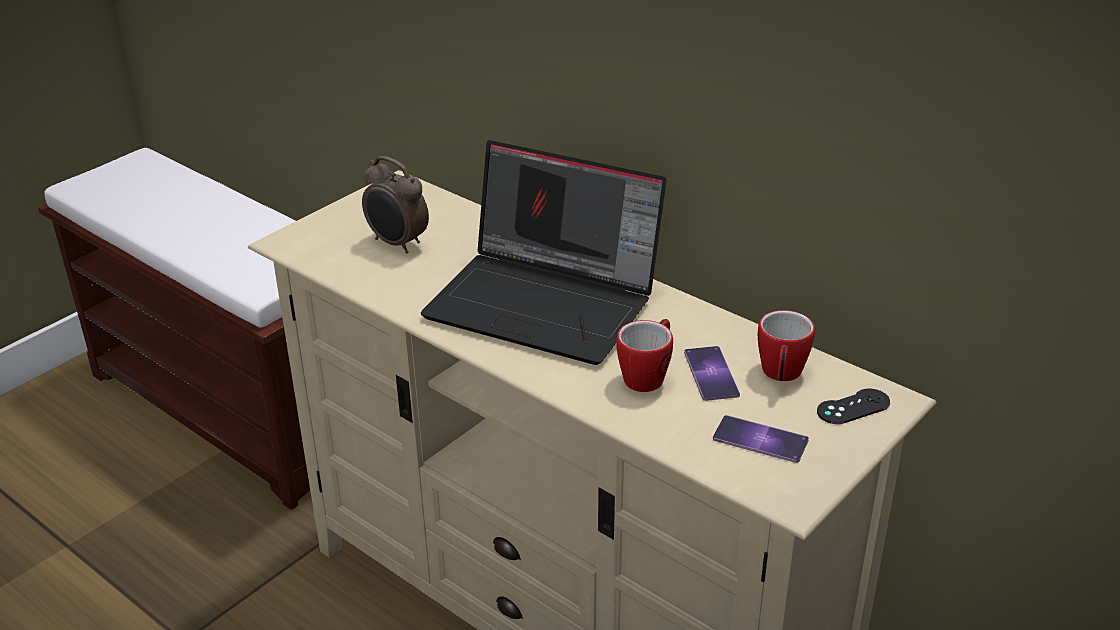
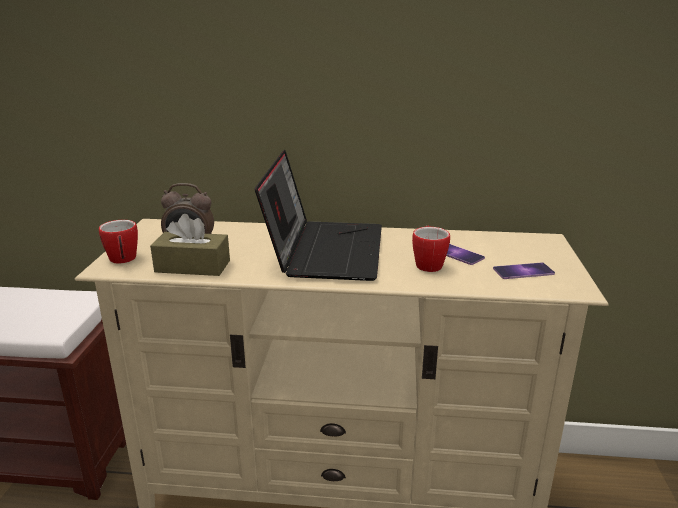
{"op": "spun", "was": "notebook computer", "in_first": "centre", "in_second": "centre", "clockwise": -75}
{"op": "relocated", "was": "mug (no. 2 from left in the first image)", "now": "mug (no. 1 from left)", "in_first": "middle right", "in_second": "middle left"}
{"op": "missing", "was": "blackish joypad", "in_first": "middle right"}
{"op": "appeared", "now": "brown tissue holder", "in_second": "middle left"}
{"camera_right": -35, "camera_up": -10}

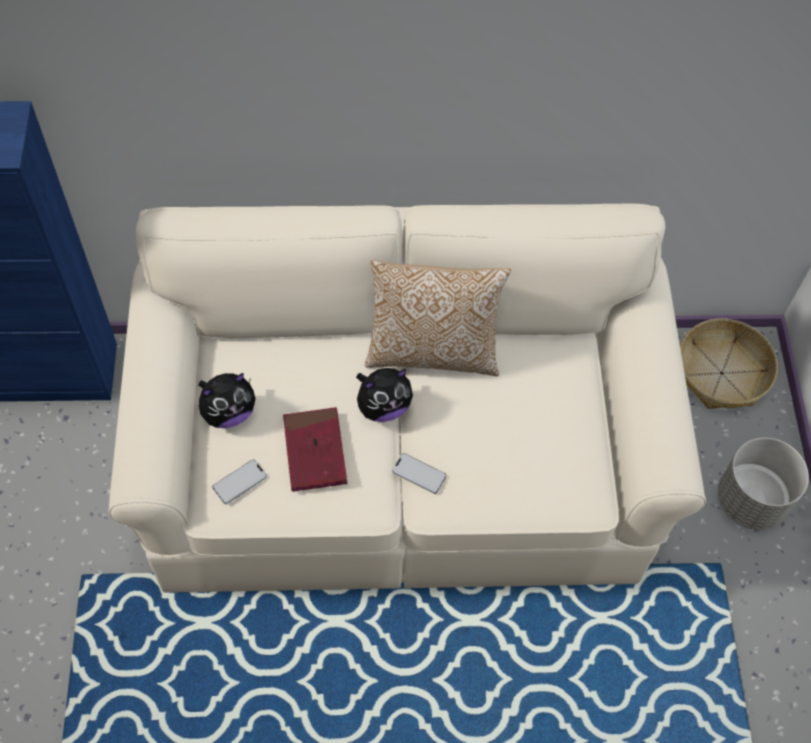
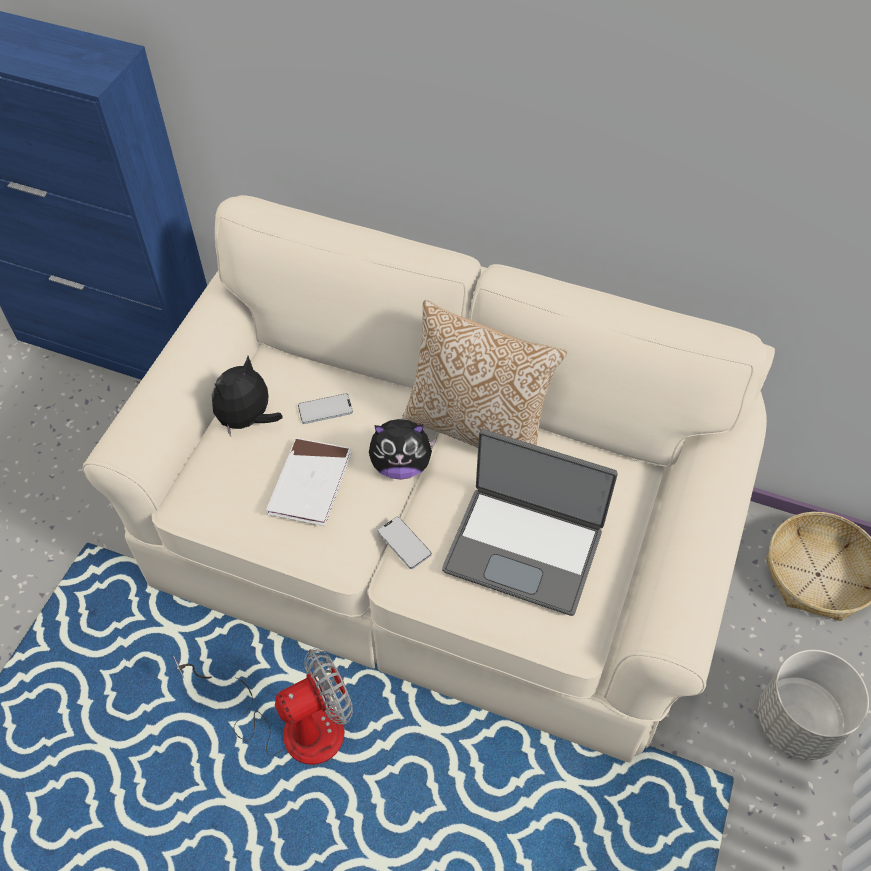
{"op": "spun", "was": "soft toy (no. 1 from left)", "in_first": "middle left", "in_second": "middle left", "clockwise": 135}
{"op": "colour", "was": "red-coloured bound book", "now": "white bound book", "in_first": "centre", "in_second": "centre"}
{"op": "relocated", "was": "phone (no. 1 from left)", "in_first": "middle left", "in_second": "centre"}
{"op": "appeared", "now": "notebook computer", "in_second": "centre"}
{"op": "appeared", "now": "cooling fan", "in_second": "bottom left"}
{"camera_right": 25, "camera_up": -5}

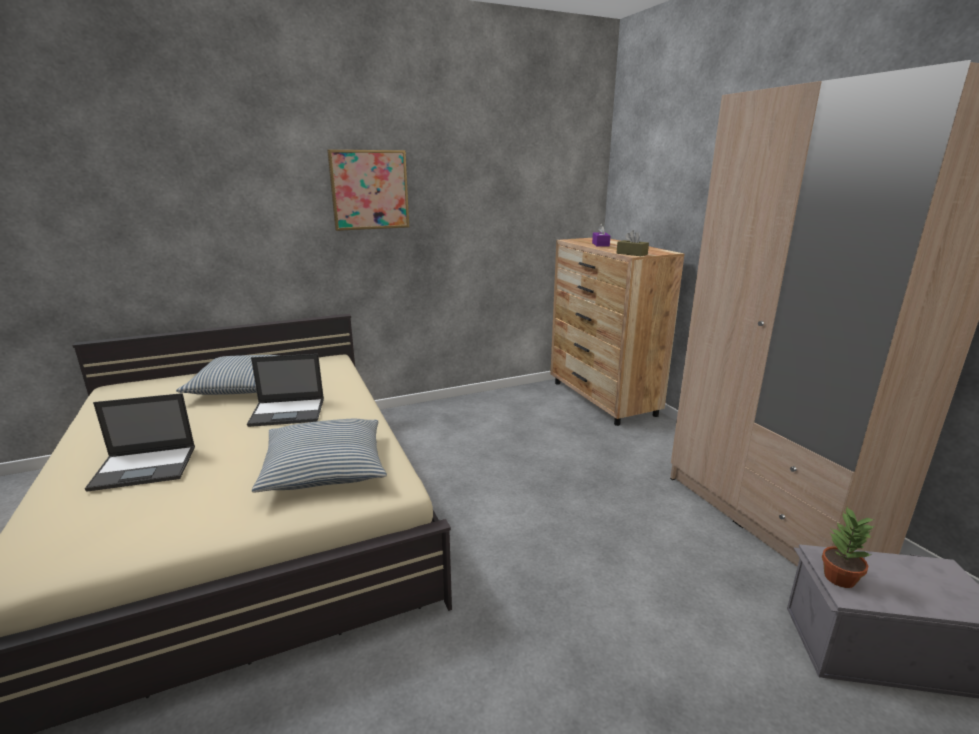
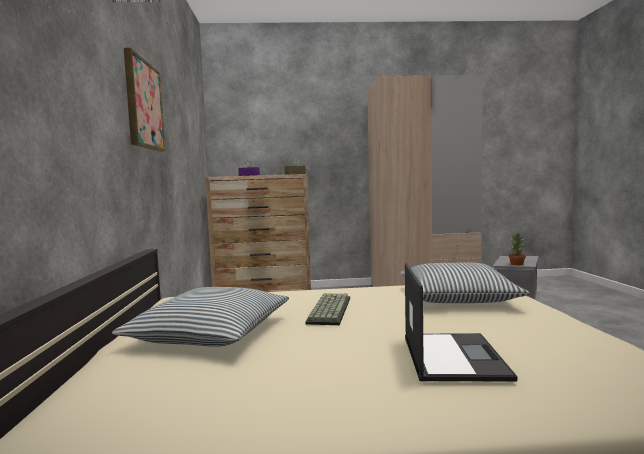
{"op": "exchanged", "was": "notebook computer (no. 2 from left)", "now": "keyboard", "in_first": "middle left", "in_second": "bottom centre"}
{"camera_right": -70, "camera_up": -15}

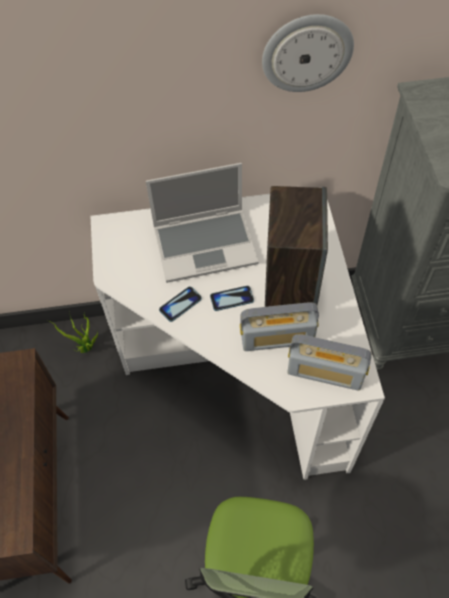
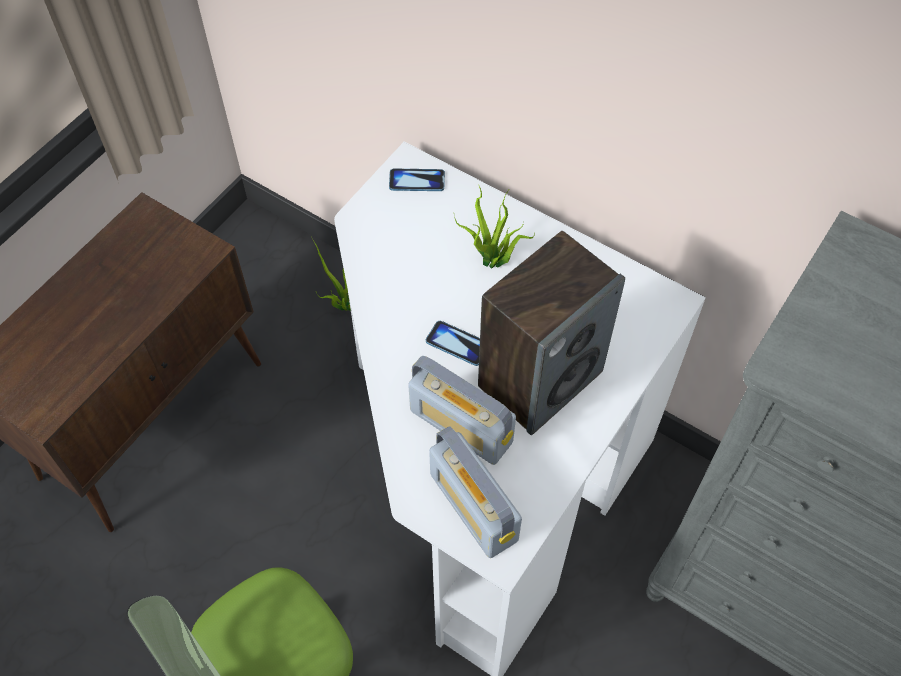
{"op": "missing", "was": "hanging clock", "in_first": "top right"}
{"op": "exchanged", "was": "notebook computer", "now": "houseplant (no. 2 from left)", "in_first": "centre", "in_second": "centre"}
{"op": "relocated", "was": "phone (no. 1 from left)", "in_first": "centre", "in_second": "top centre"}
{"camera_right": 40, "camera_up": 0}

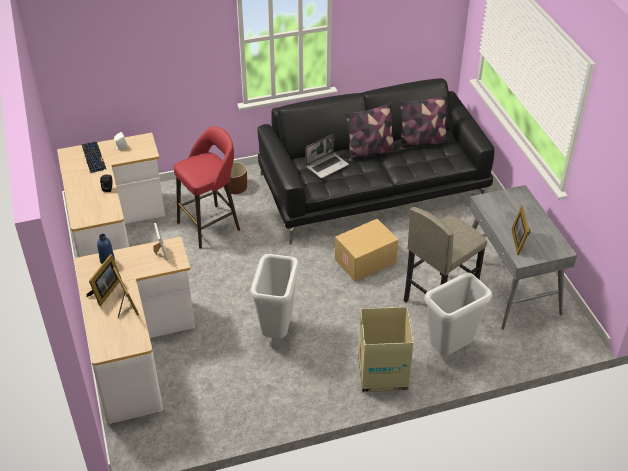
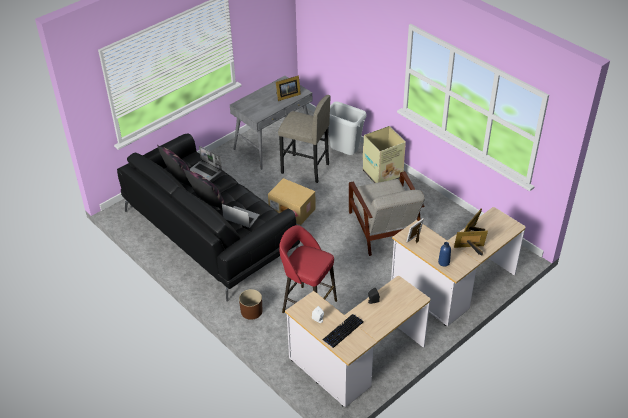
{"op": "exchanged", "was": "greyish trash can (no. 1 from left)", "now": "greyish easy chair", "in_first": "centre", "in_second": "centre"}
{"op": "appeared", "now": "notebook computer (no. 1 from left)", "in_second": "middle left"}
{"camera_right": -115, "camera_up": 0}

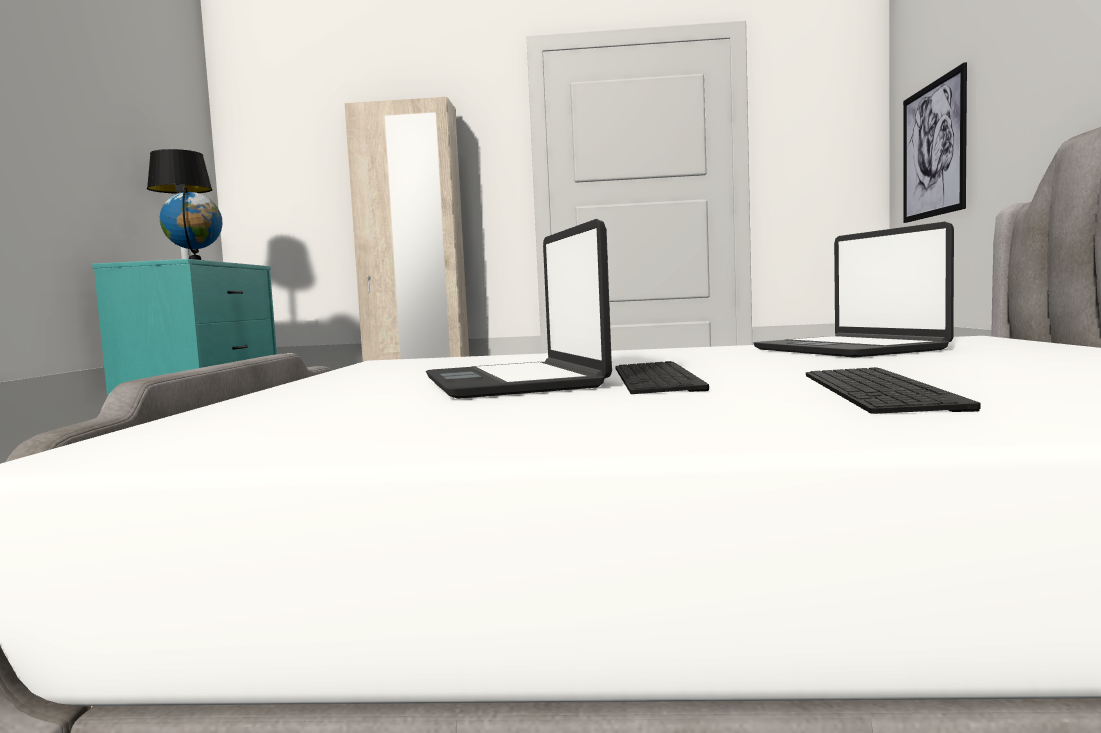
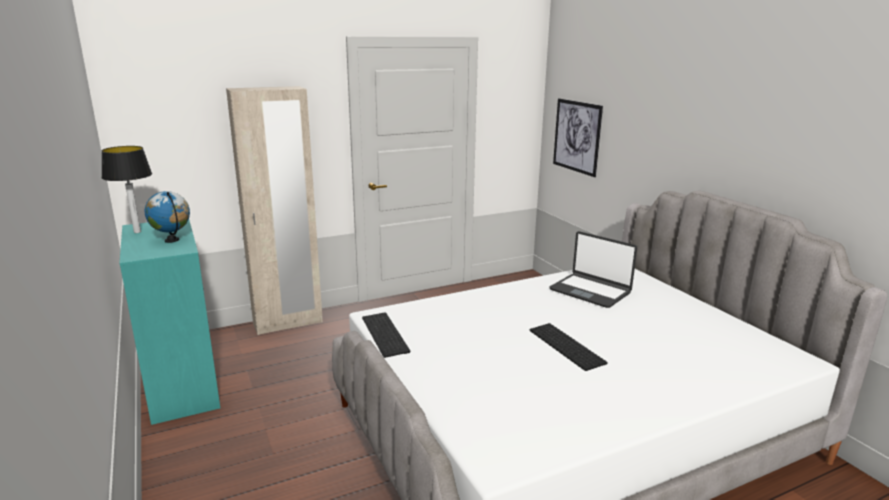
{"op": "missing", "was": "notebook computer (no. 1 from left)", "in_first": "centre"}
{"op": "relocated", "was": "keyboard (no. 2 from left in the first image)", "now": "keyboard (no. 1 from left)", "in_first": "middle right", "in_second": "bottom centre"}
{"camera_right": -30, "camera_up": 15}

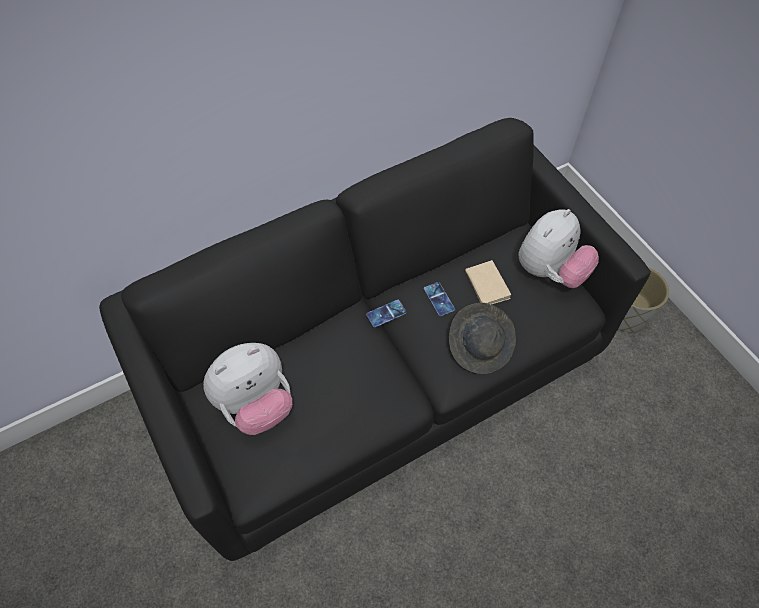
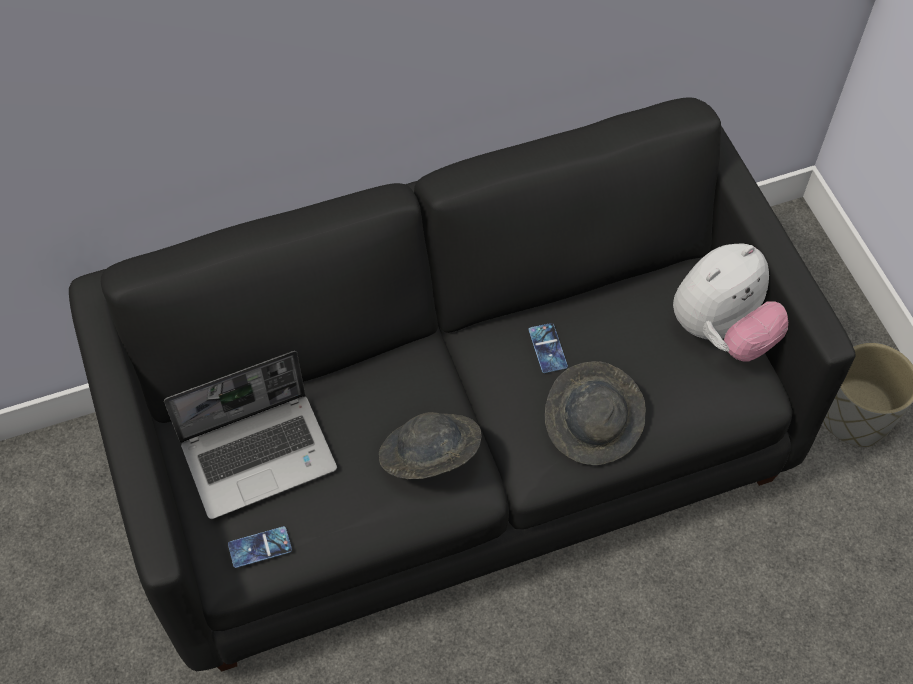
{"op": "missing", "was": "beige bound book", "in_first": "centre"}
{"op": "relocated", "was": "phone (no. 1 from left)", "in_first": "centre", "in_second": "bottom left"}
{"op": "exchanged", "was": "soft toy (no. 1 from left)", "now": "notebook computer", "in_first": "middle left", "in_second": "middle left"}
{"op": "appeared", "now": "greyish hat (no. 1 from left)", "in_second": "centre"}
{"camera_right": 10, "camera_up": 0}

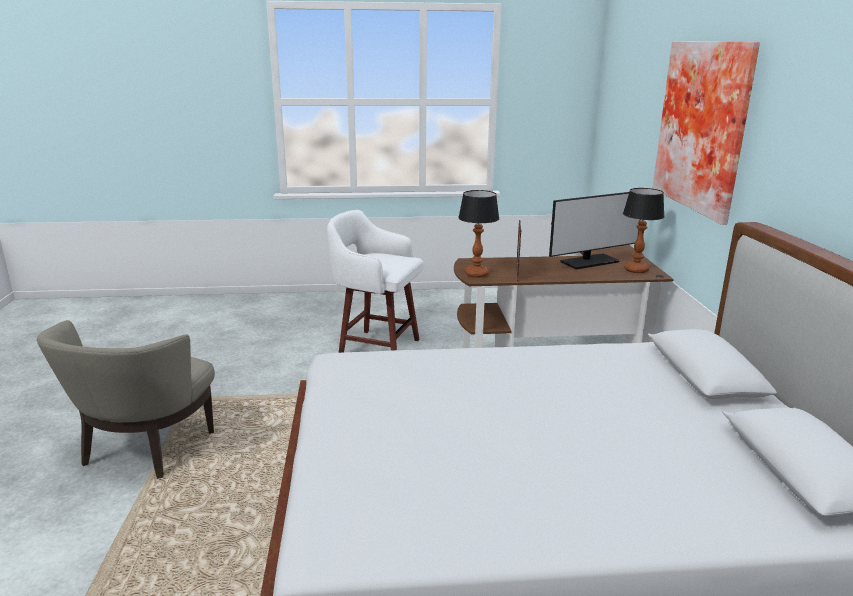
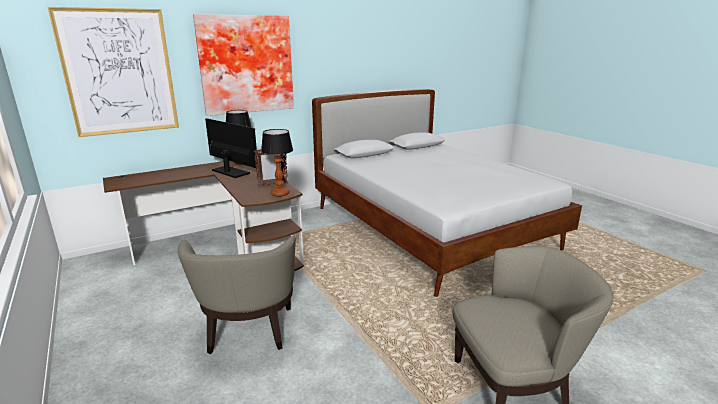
{"op": "exchanged", "was": "white stool seat", "now": "beige easy chair (no. 1 from left)", "in_first": "centre", "in_second": "bottom left"}
{"op": "appeared", "now": "wall art (no. 1 from left)", "in_second": "top left"}
{"camera_right": -115, "camera_up": 0}

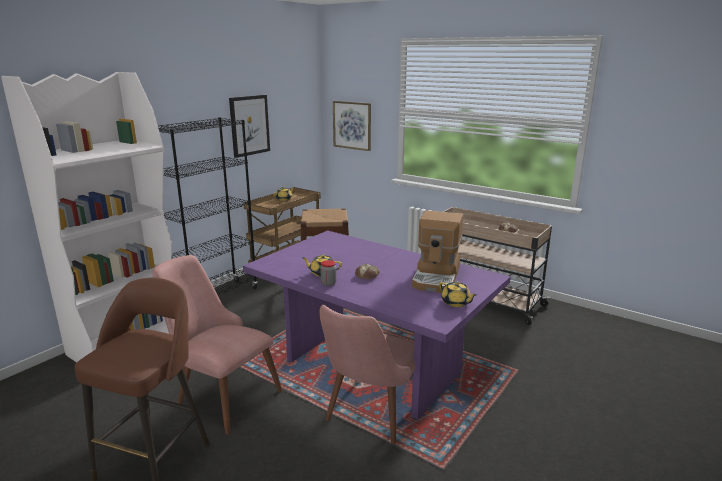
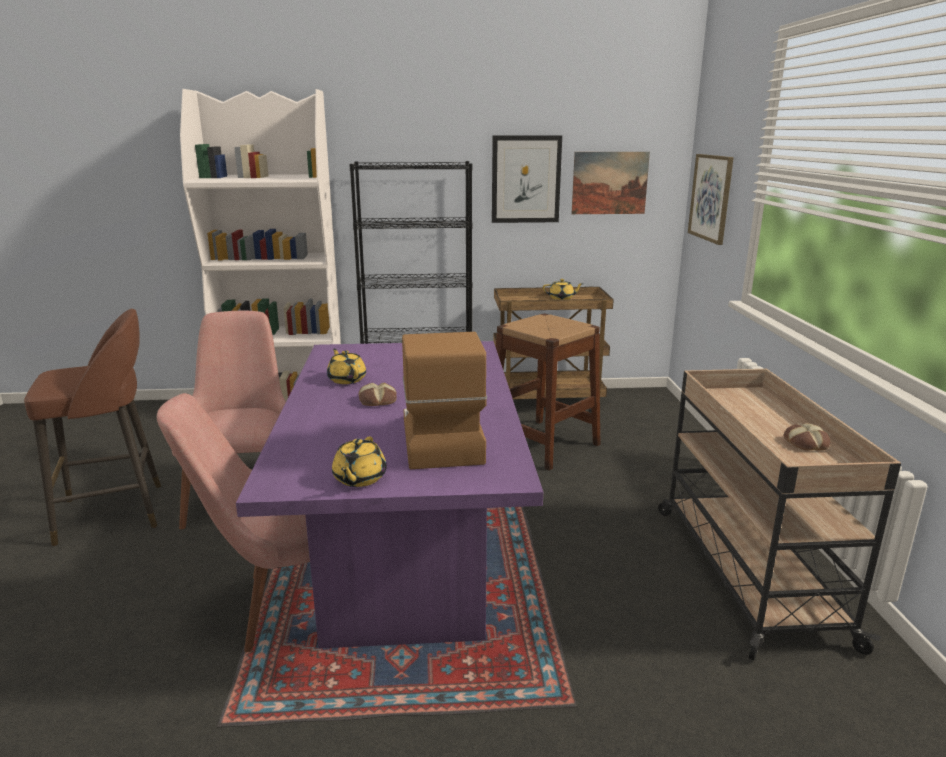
{"op": "spun", "was": "coffee machine", "in_first": "centre", "in_second": "centre", "clockwise": 105}
{"op": "missing", "was": "preserve jar", "in_first": "centre"}
{"op": "appeared", "now": "wall art (no. 2 from left)", "in_second": "top centre"}
{"camera_right": 50, "camera_up": 0}

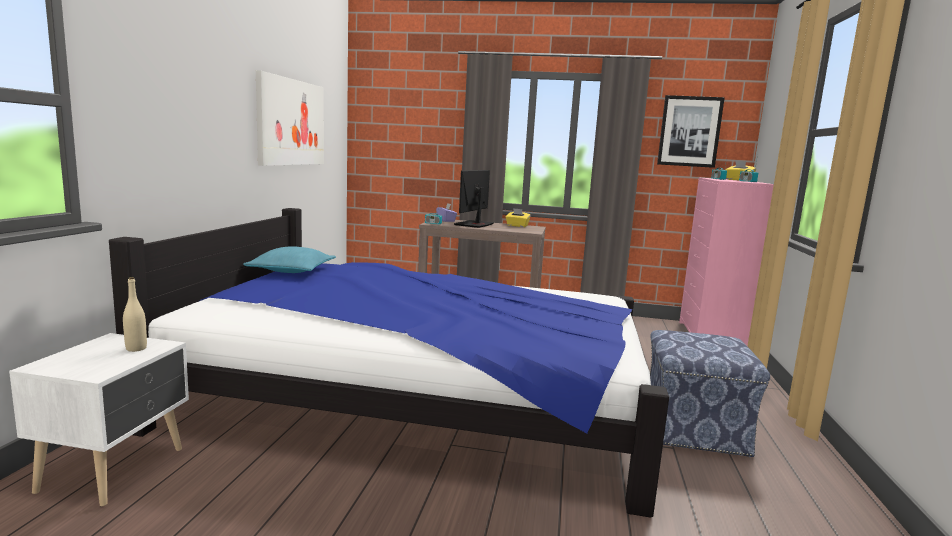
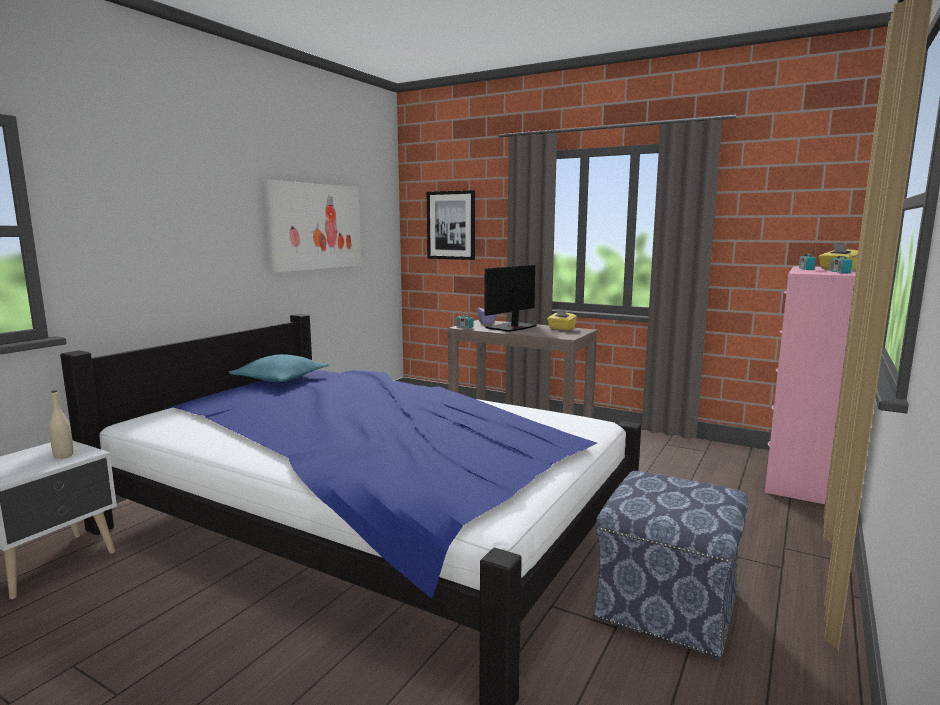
{"op": "relocated", "was": "wall art (no. 2 from left)", "in_first": "top right", "in_second": "top centre"}
{"camera_right": 20, "camera_up": 0}

